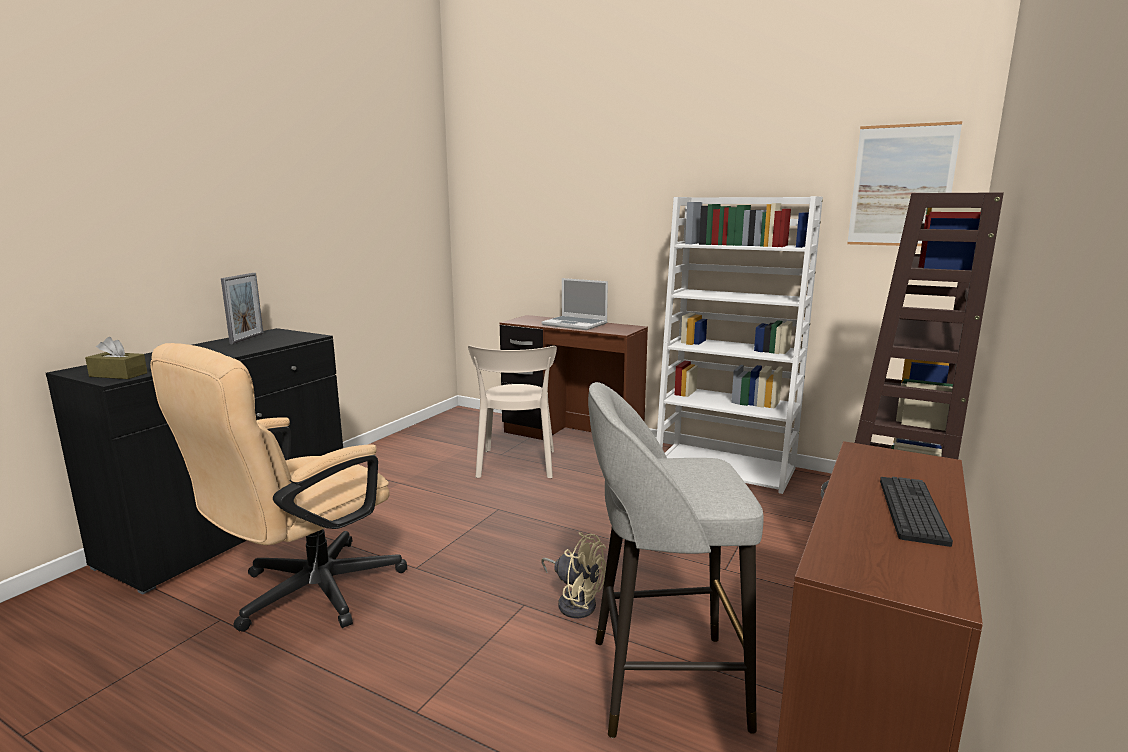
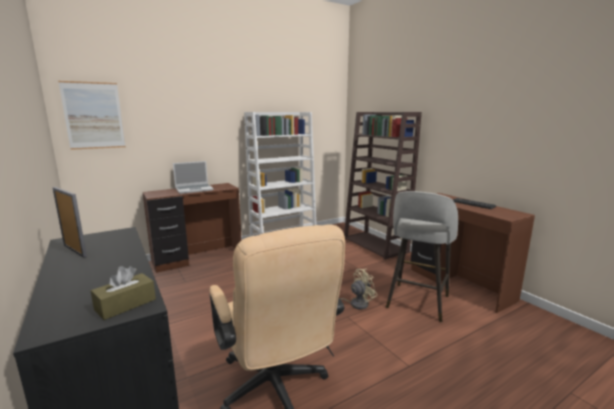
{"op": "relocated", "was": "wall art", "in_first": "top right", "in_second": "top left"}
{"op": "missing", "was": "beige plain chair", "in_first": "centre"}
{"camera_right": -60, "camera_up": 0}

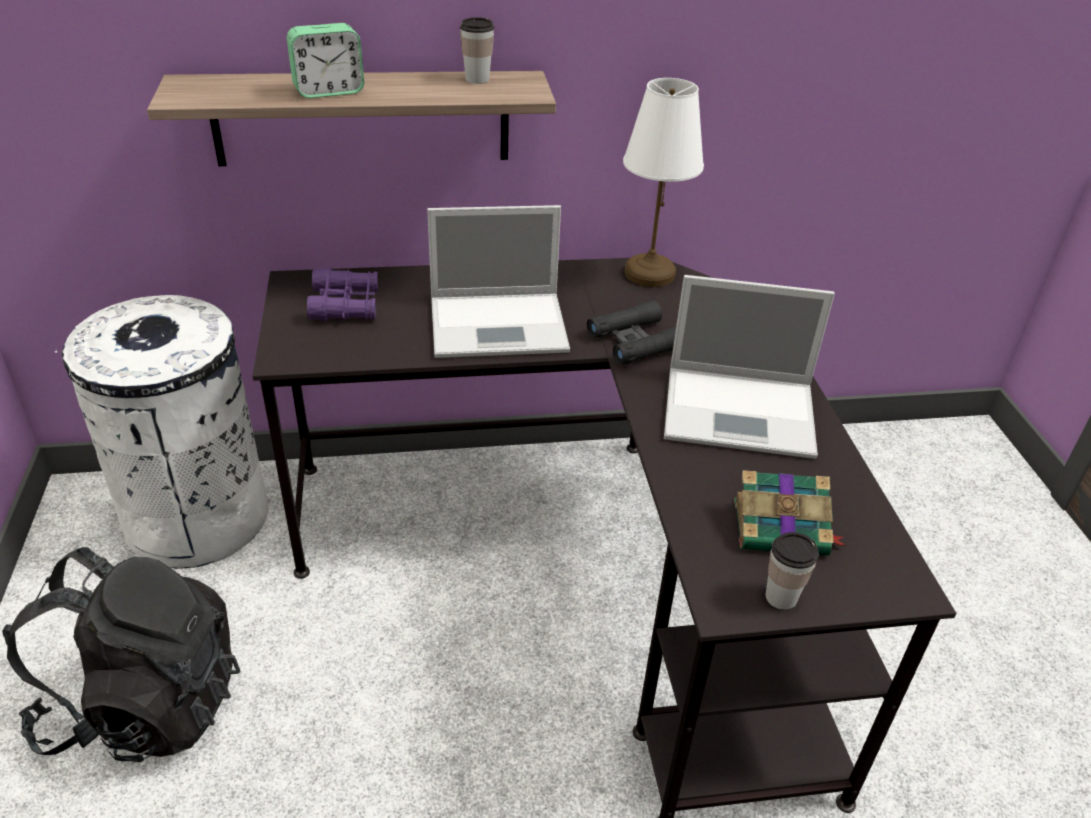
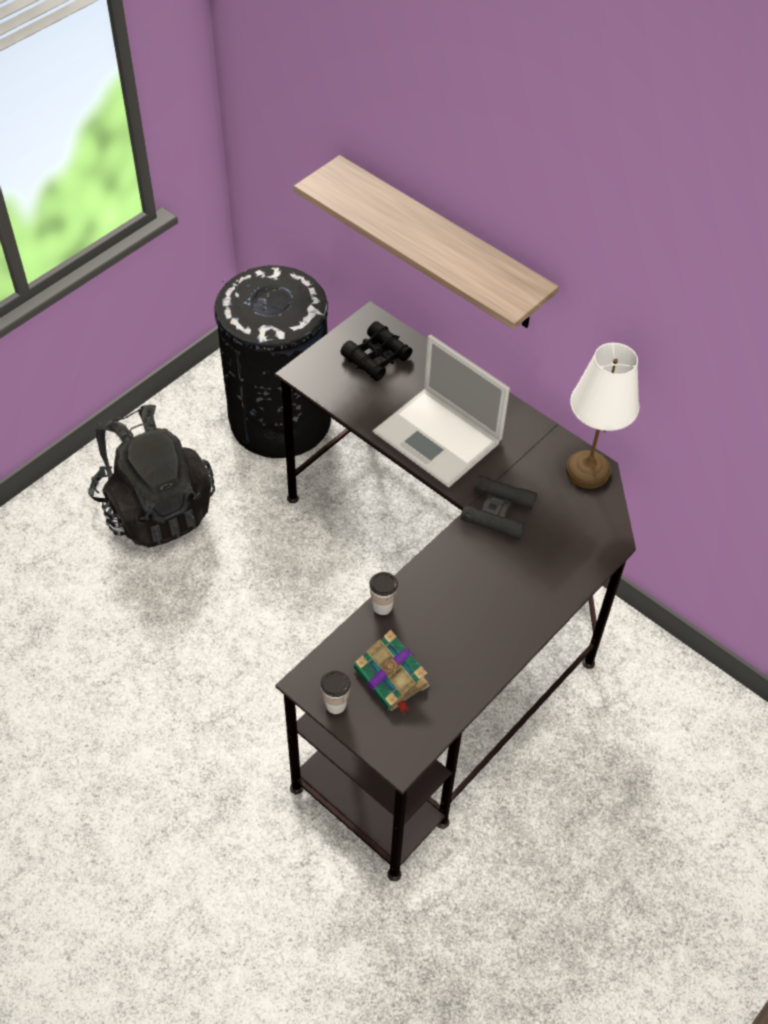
{"op": "relocated", "was": "drinking cup (no. 1 from left in the first image)", "now": "drinking cup (no. 2 from left)", "in_first": "top centre", "in_second": "centre"}
{"op": "missing", "was": "bedside clock", "in_first": "top left"}
{"op": "colour", "was": "purple-coloured field glasses", "now": "blackish field glasses (no. 1 from left)", "in_first": "middle left", "in_second": "centre"}
{"op": "missing", "was": "notebook computer (no. 2 from left)", "in_first": "middle right"}
{"op": "colour", "was": "white trash can", "now": "blackish trash can", "in_first": "middle left", "in_second": "centre"}
{"camera_right": 50, "camera_up": 15}

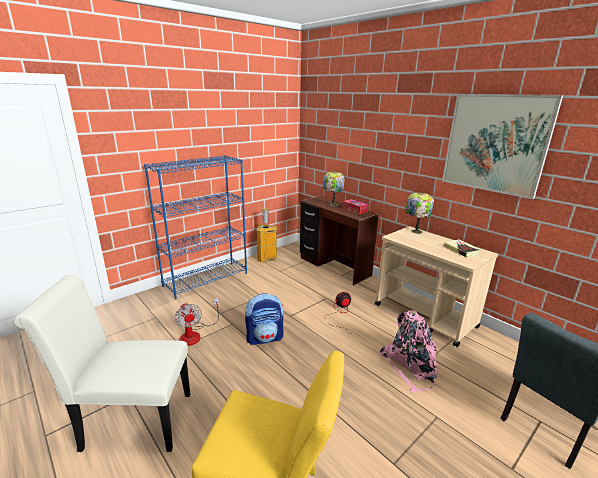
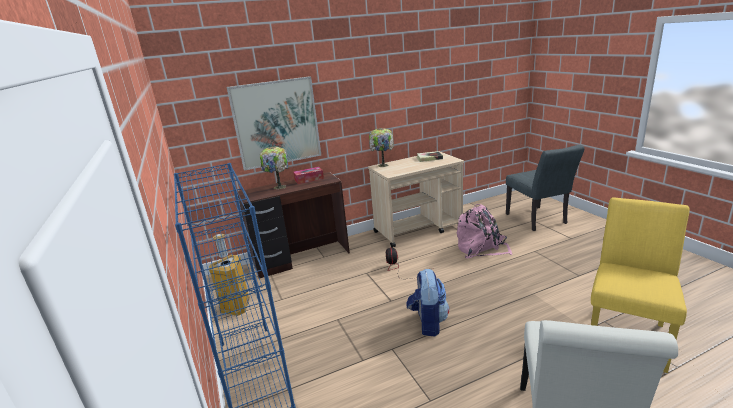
{"op": "relocated", "was": "wall art", "in_first": "top right", "in_second": "top centre"}
{"op": "missing", "was": "cooling fan (no. 1 from left)", "in_first": "bottom left"}
{"camera_right": -70, "camera_up": 0}

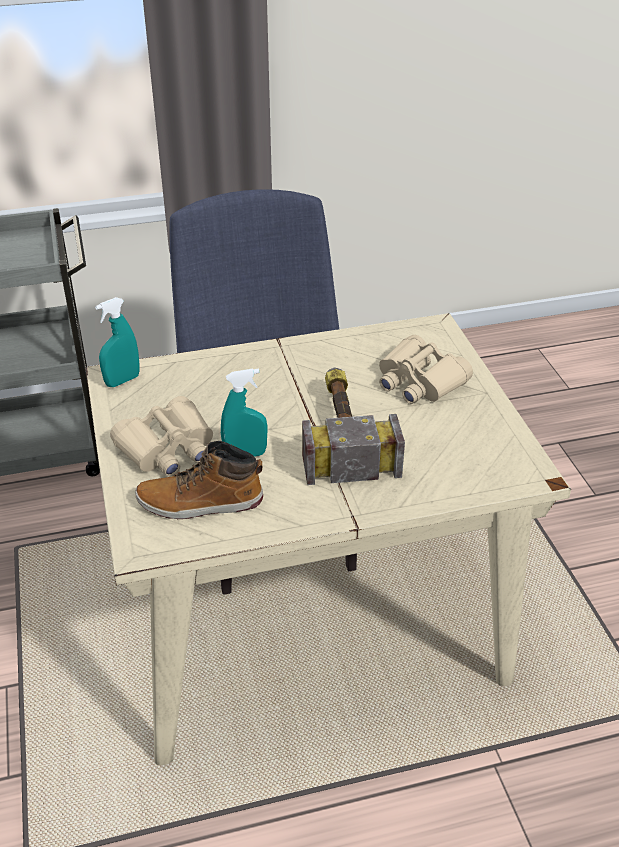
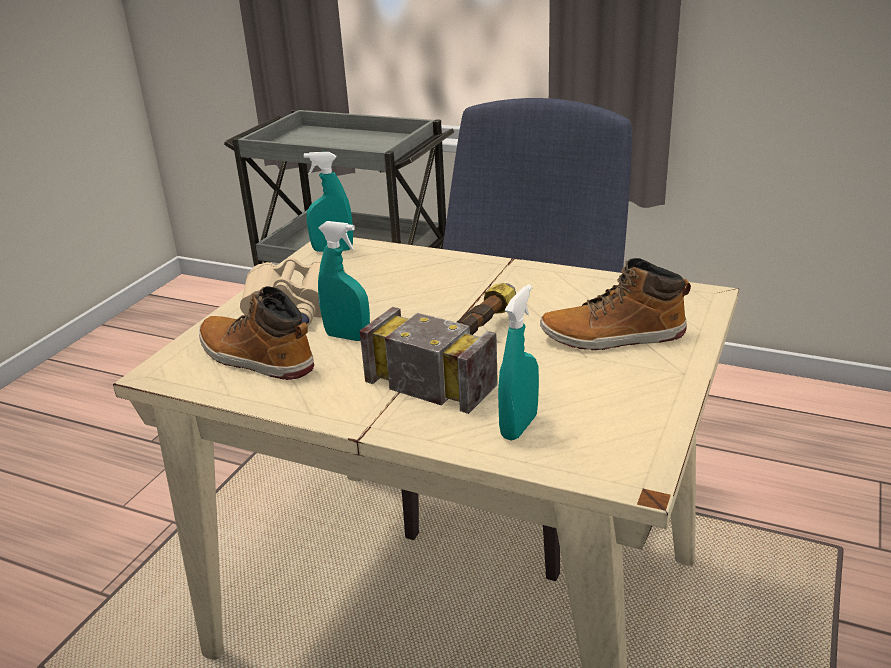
{"op": "exchanged", "was": "beige field glasses (no. 2 from left)", "now": "high-top boot (no. 2 from left)", "in_first": "middle right", "in_second": "middle right"}
{"op": "appeared", "now": "turquoise-coloured hand sprayer (no. 3 from left)", "in_second": "centre"}
{"camera_right": 40, "camera_up": -10}

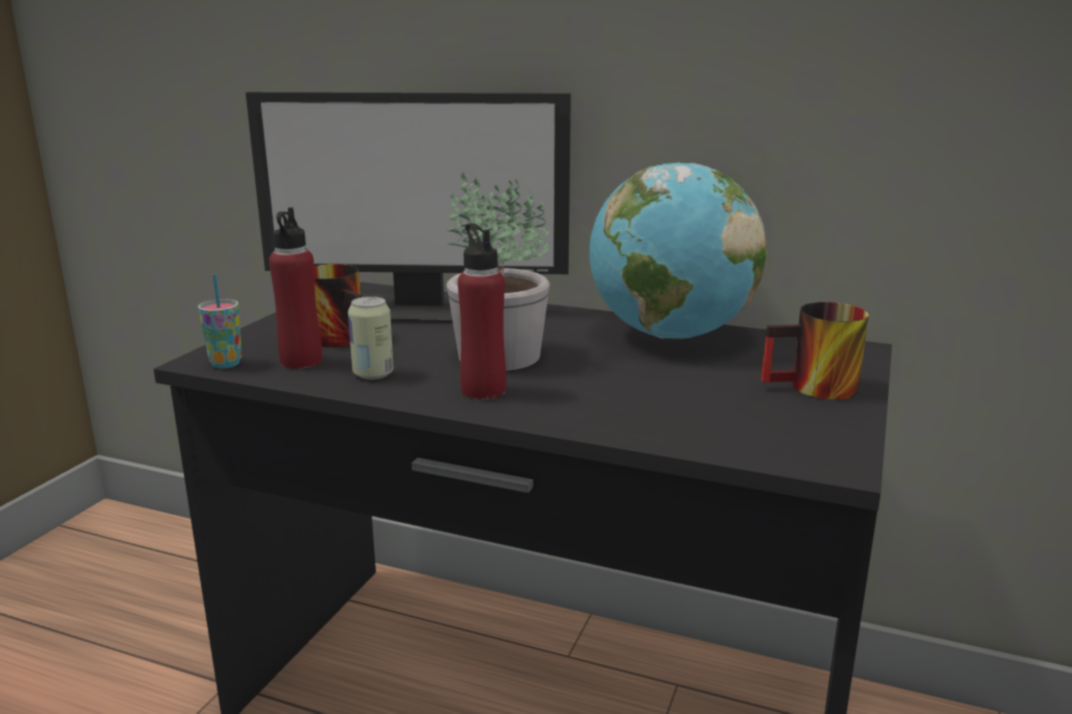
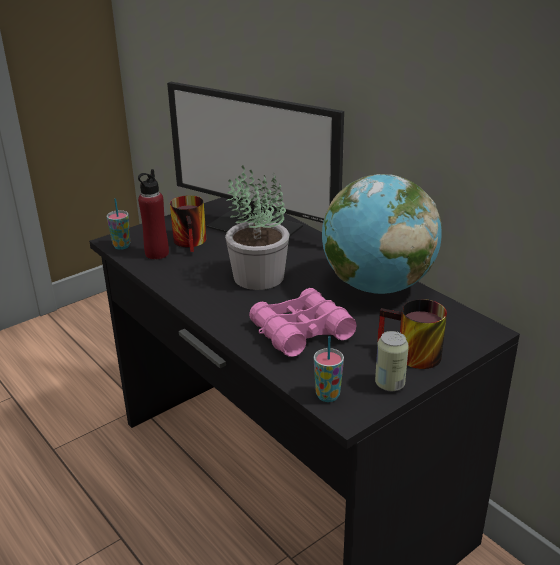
{"op": "missing", "was": "red-coloured beverage bottle (no. 2 from left)", "in_first": "centre"}
{"op": "relocated", "was": "can", "in_first": "centre", "in_second": "middle right"}
{"op": "appeared", "now": "pink-coloured field glasses", "in_second": "centre"}
{"op": "appeared", "now": "drinking cup (no. 2 from left)", "in_second": "centre"}
{"camera_right": 30, "camera_up": 10}

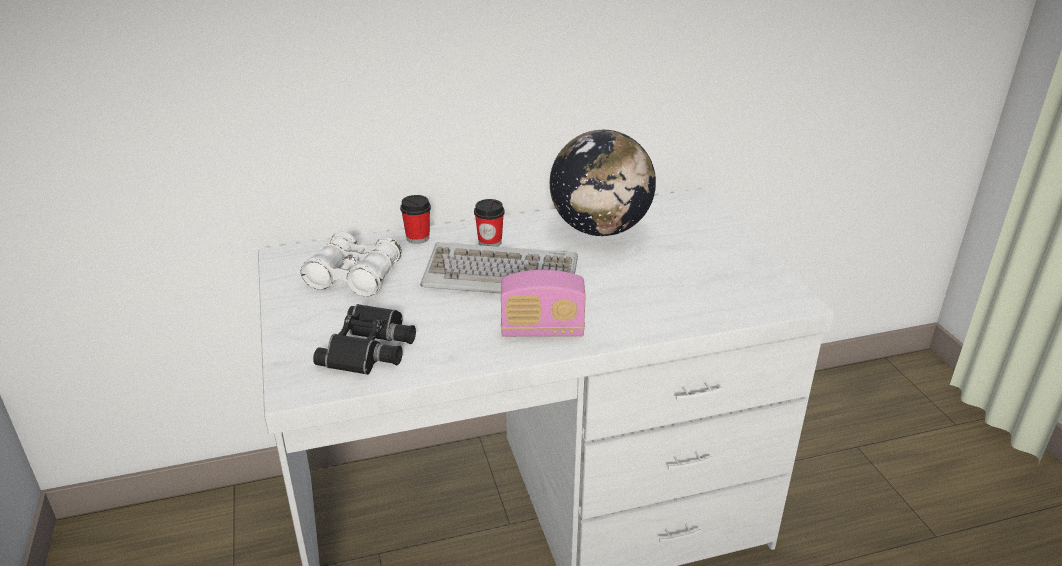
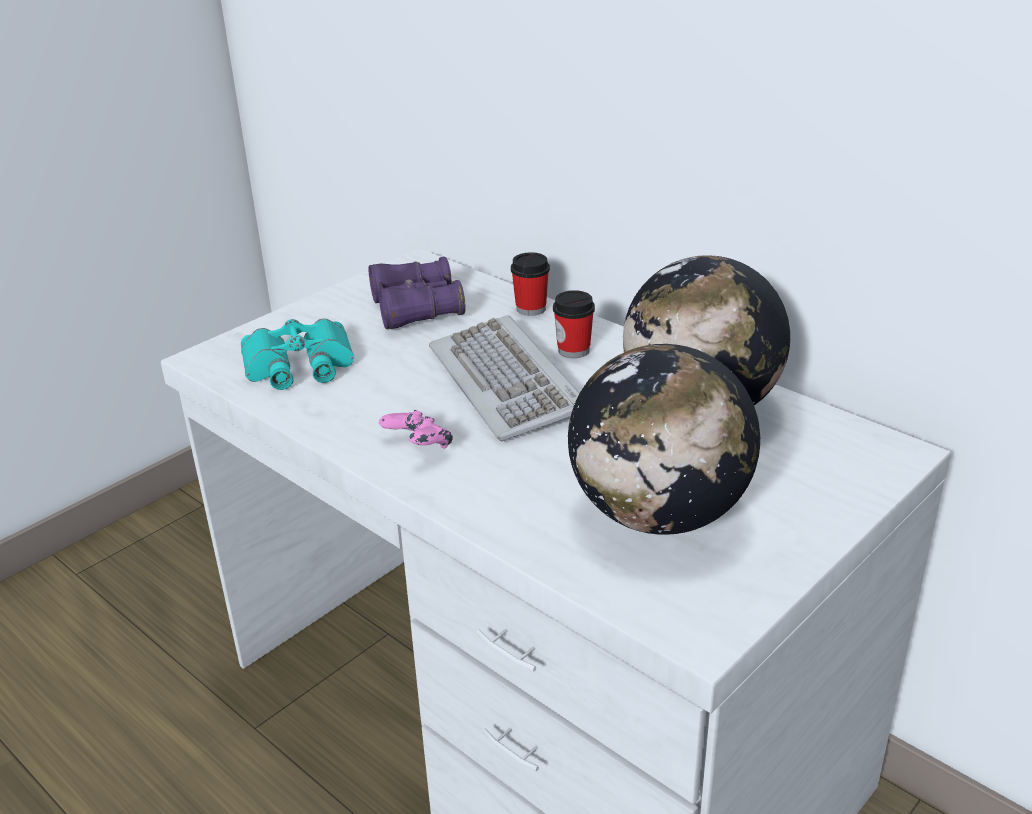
{"op": "colour", "was": "white field glasses", "now": "purple-coloured field glasses", "in_first": "middle left", "in_second": "centre"}
{"op": "exchanged", "was": "radio set", "now": "pink-coloured joypad", "in_first": "centre", "in_second": "centre"}
{"op": "colour", "was": "blackish field glasses", "now": "turquoise-coloured field glasses", "in_first": "centre", "in_second": "middle left"}
{"op": "appeared", "now": "world globe (no. 1 from left)", "in_second": "centre"}
{"camera_right": 60, "camera_up": 0}

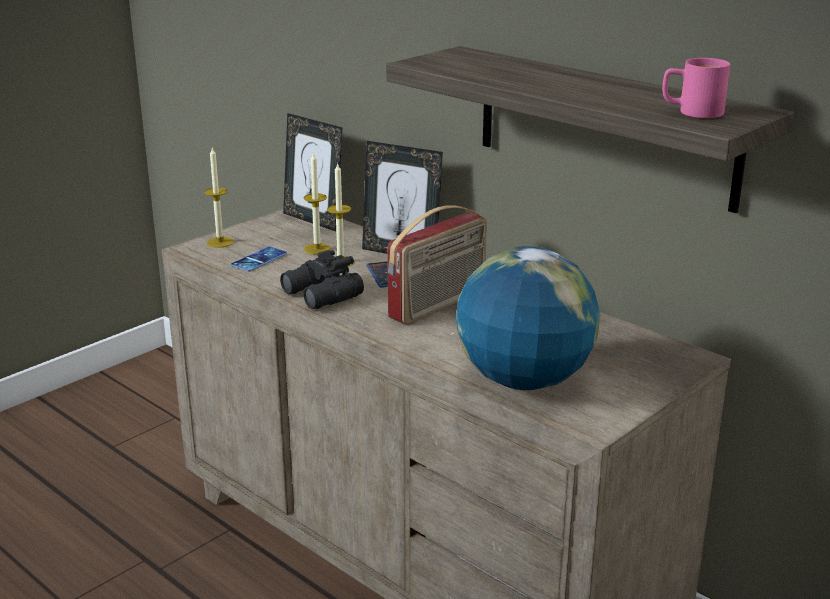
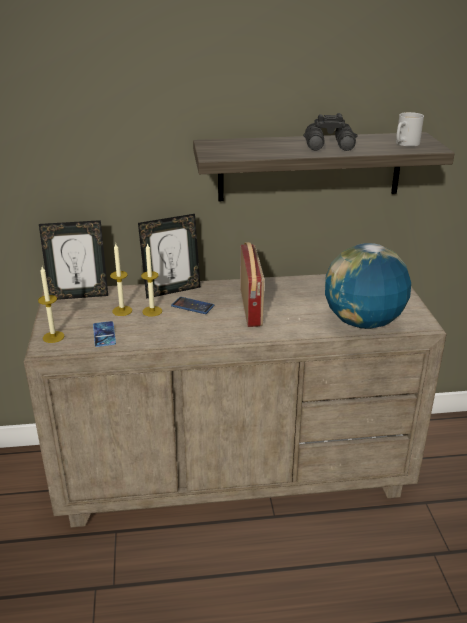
{"op": "colour", "was": "pink-coloured mug", "now": "white mug", "in_first": "top right", "in_second": "top right"}
{"op": "relocated", "was": "blackish field glasses", "in_first": "centre", "in_second": "top right"}
{"camera_right": -50, "camera_up": 5}

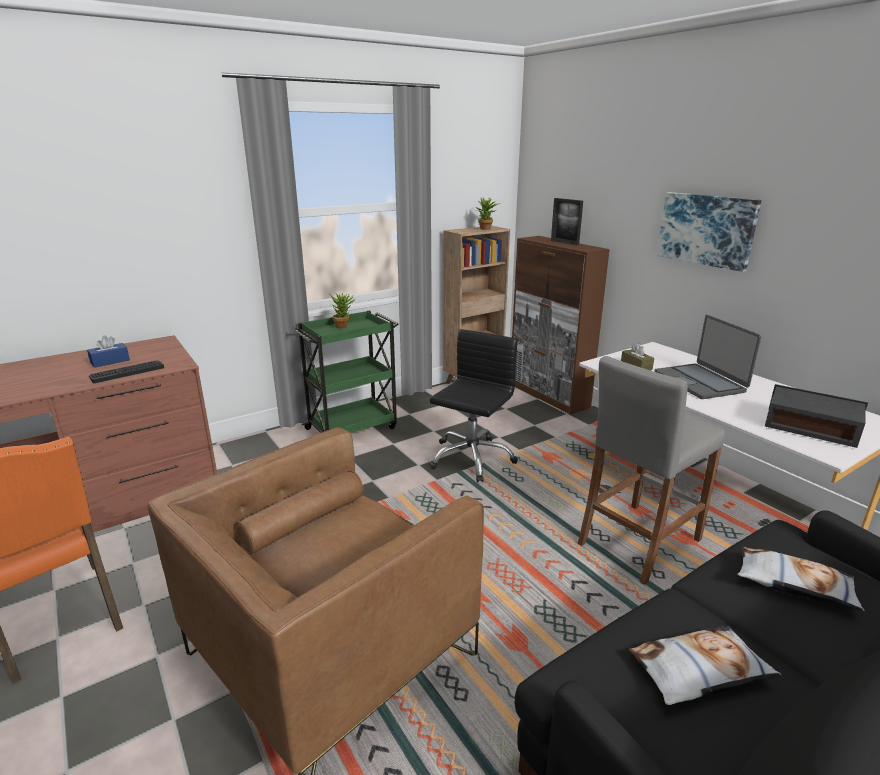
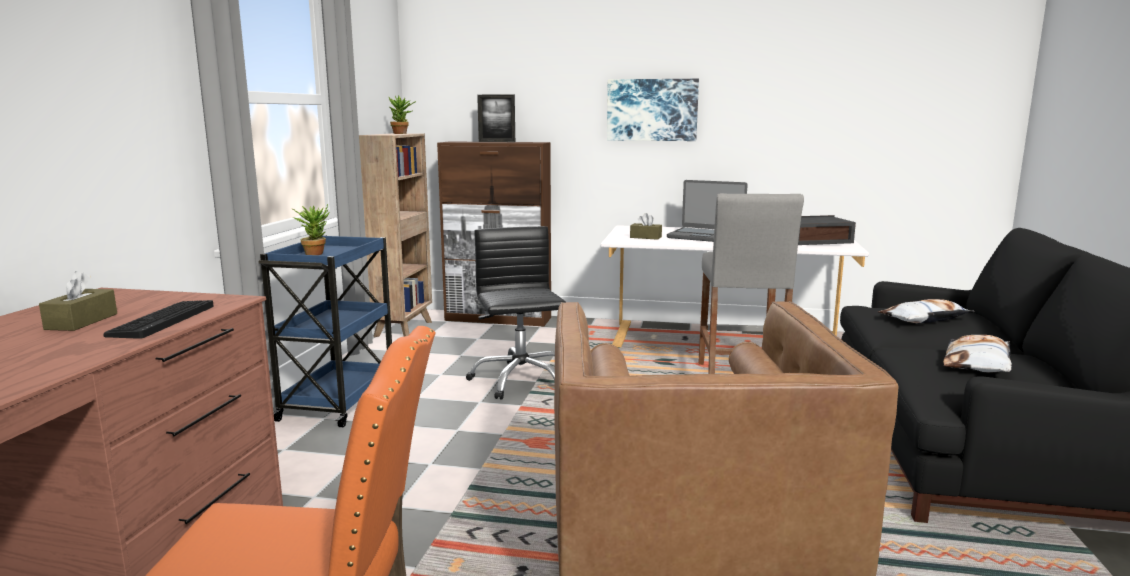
{"op": "colour", "was": "greenish wheeled cart", "now": "blue-coloured wheeled cart", "in_first": "centre", "in_second": "middle left"}
{"op": "colour", "was": "blue-coloured tissue holder", "now": "brown tissue holder (no. 1 from left)", "in_first": "middle left", "in_second": "middle left"}
{"camera_right": -45, "camera_up": -10}

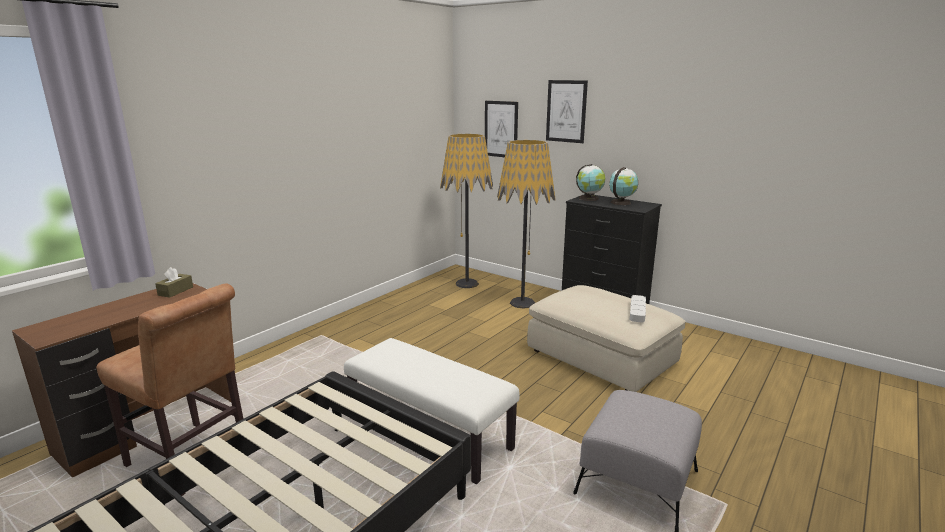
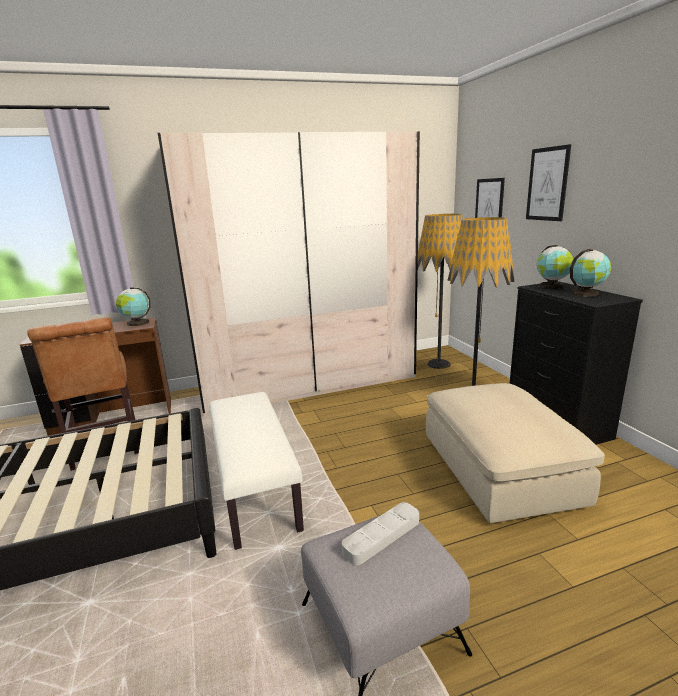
{"op": "exchanged", "was": "brown tissue holder", "now": "world globe (no. 1 from left)", "in_first": "middle left", "in_second": "middle left"}
{"op": "relocated", "was": "greyish carrying tray", "in_first": "middle right", "in_second": "bottom centre"}
{"op": "appeared", "now": "beige clothes cupboard", "in_second": "centre"}
{"camera_right": 35, "camera_up": 0}

